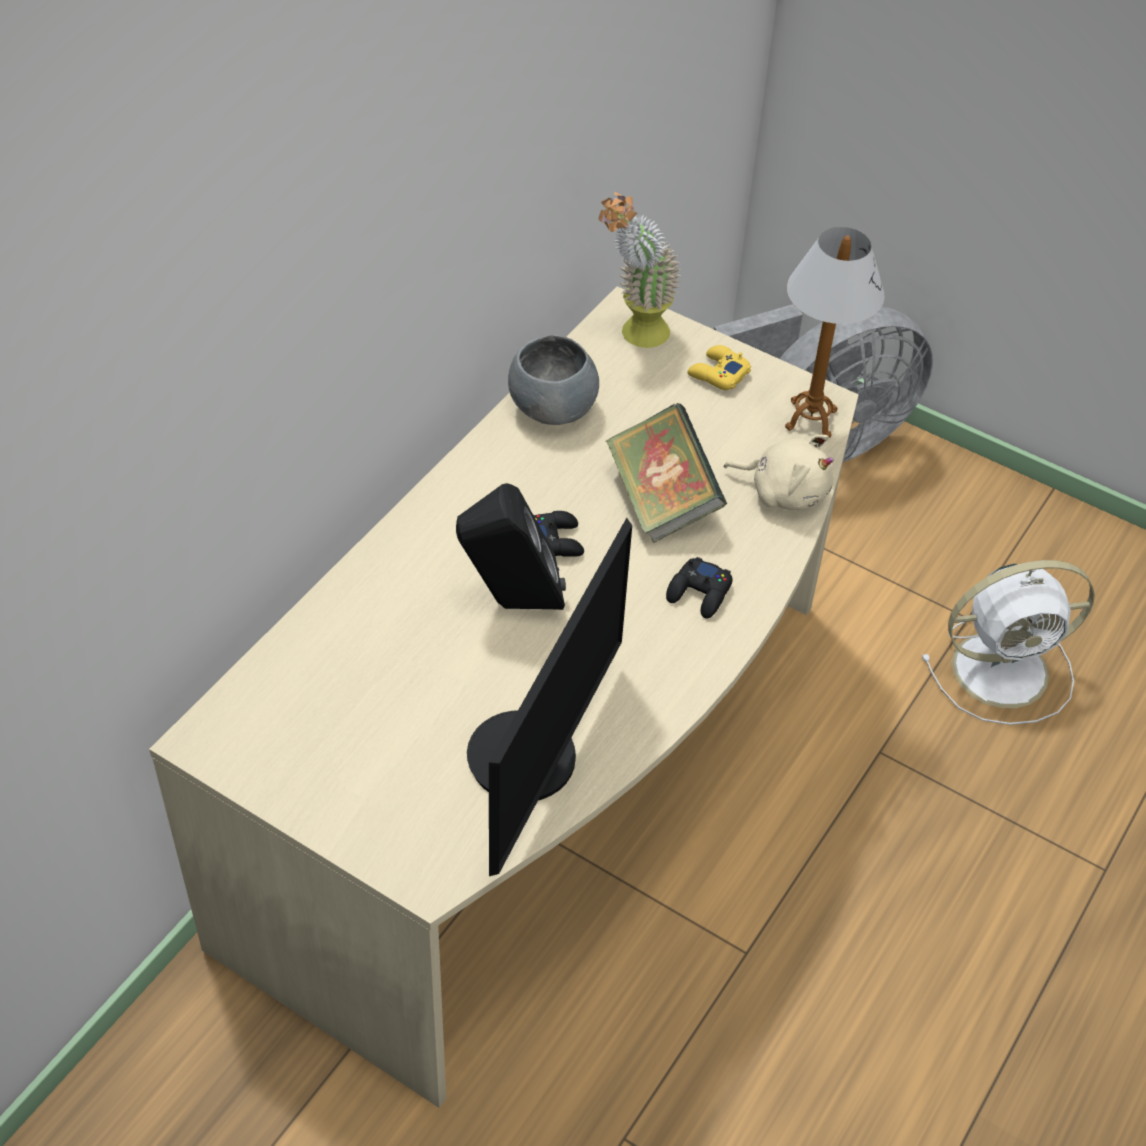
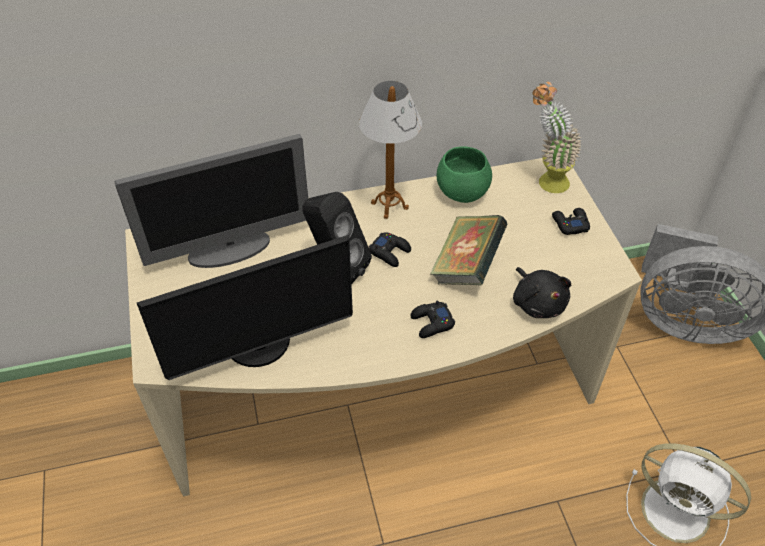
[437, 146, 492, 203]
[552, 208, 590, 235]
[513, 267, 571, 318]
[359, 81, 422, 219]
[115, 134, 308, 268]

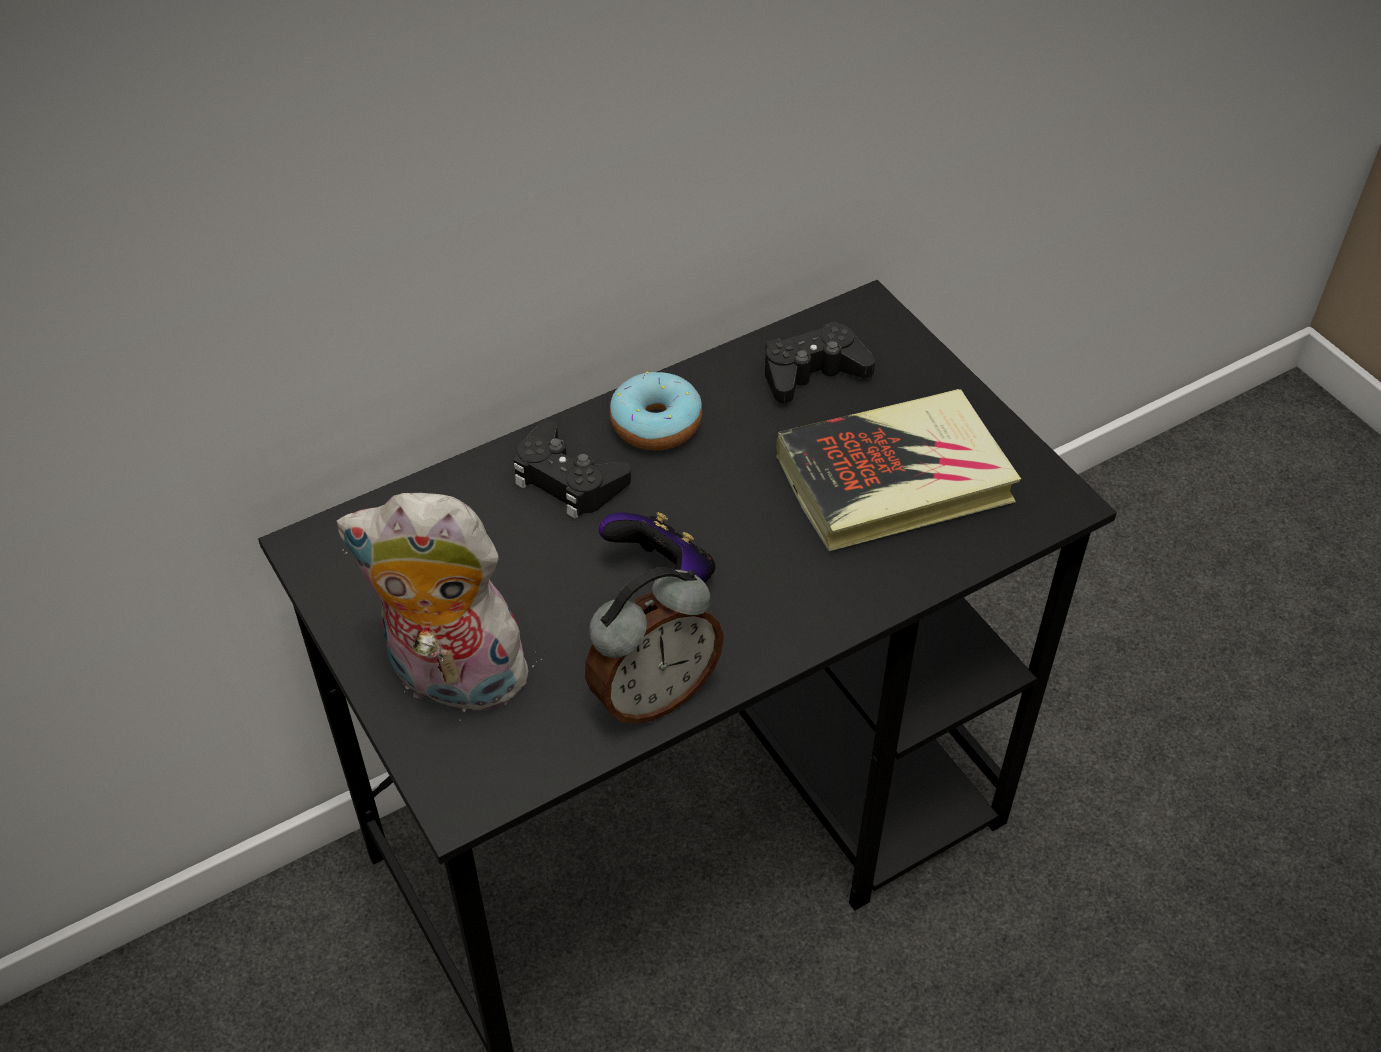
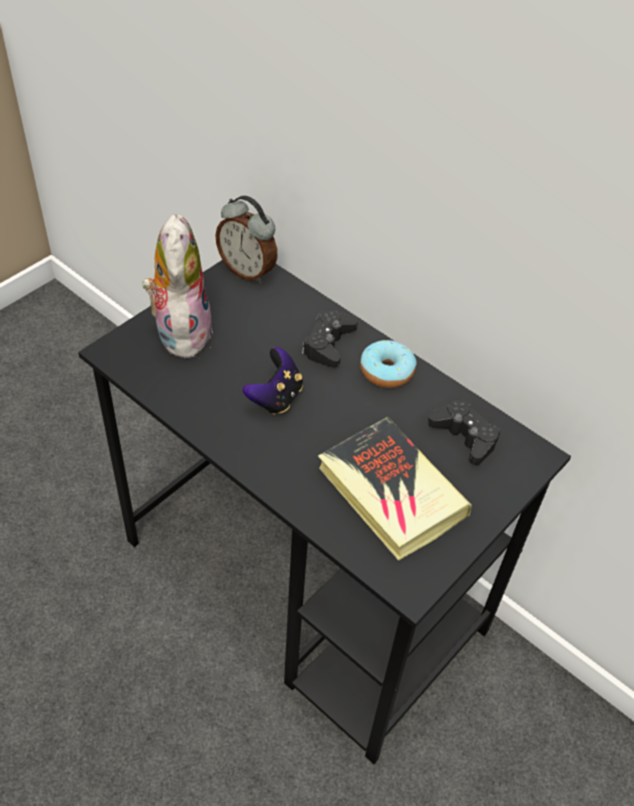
[215, 195, 278, 283]

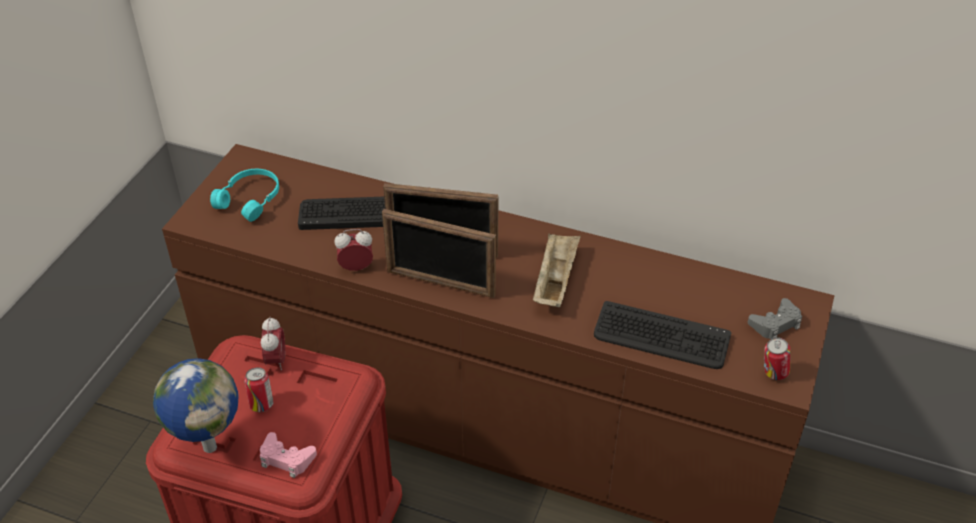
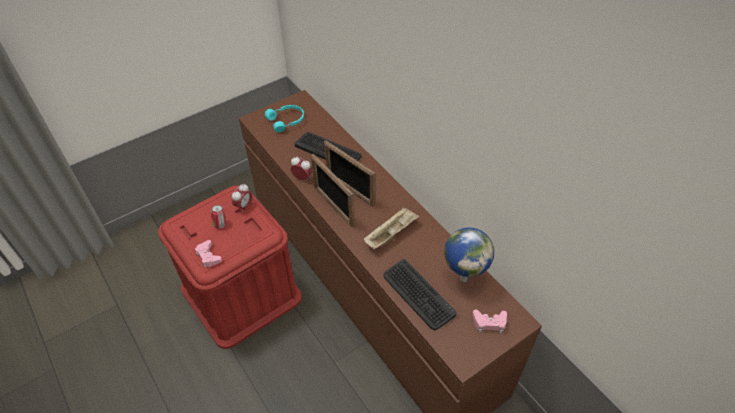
[444, 227, 494, 282]
[472, 310, 507, 333]
[764, 337, 791, 380] (first image)

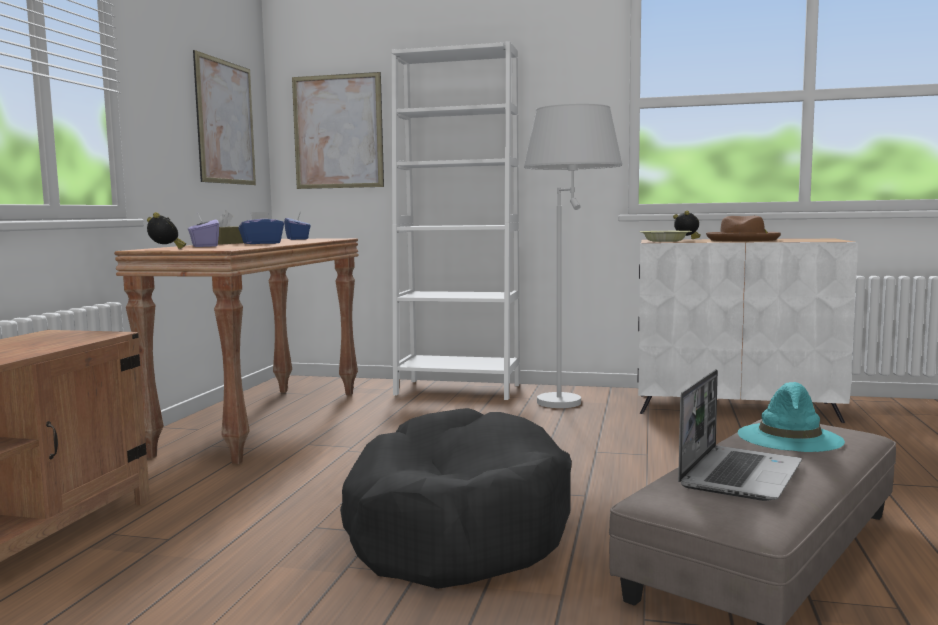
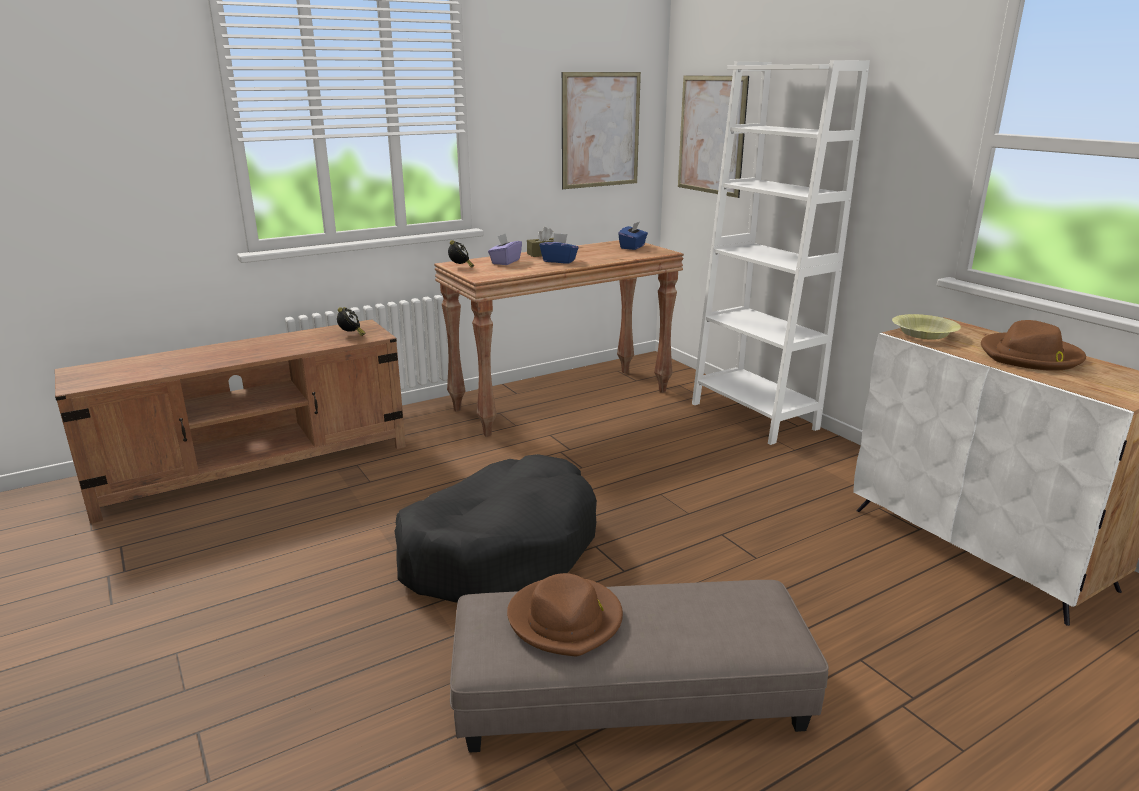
[524, 104, 622, 408] (first image)
[337, 307, 365, 336]
[507, 573, 623, 656]
[738, 382, 845, 452] (first image)

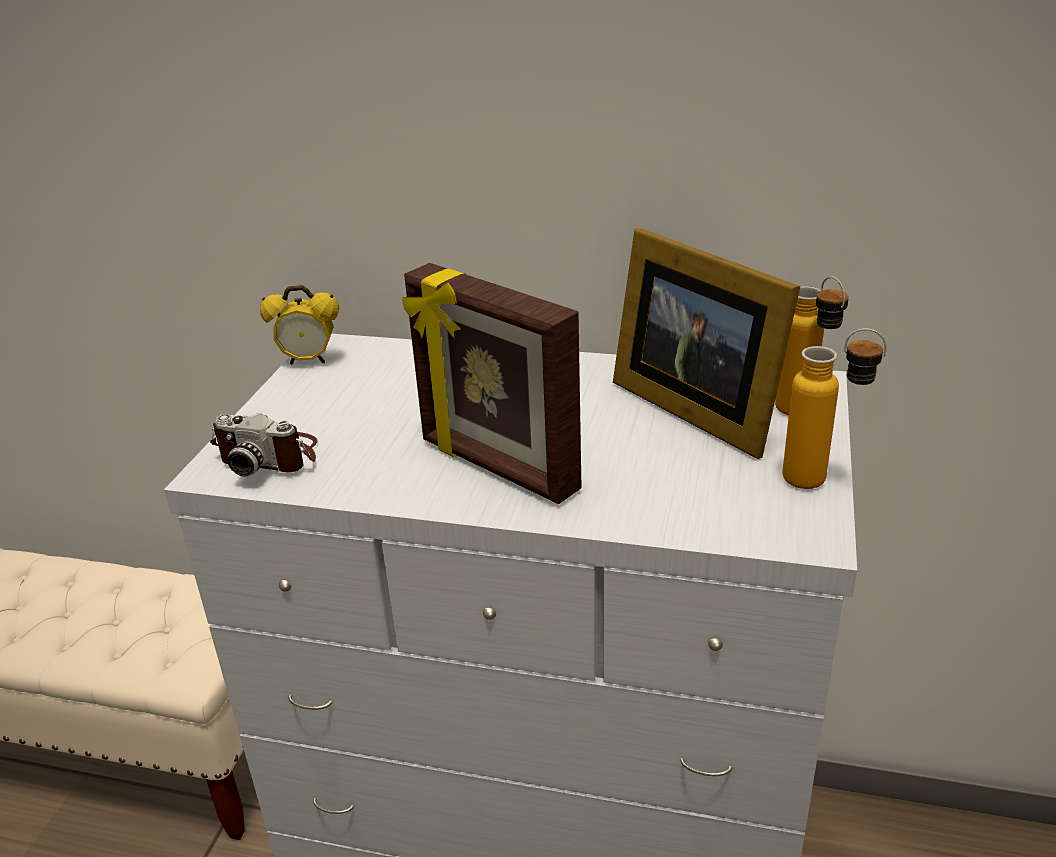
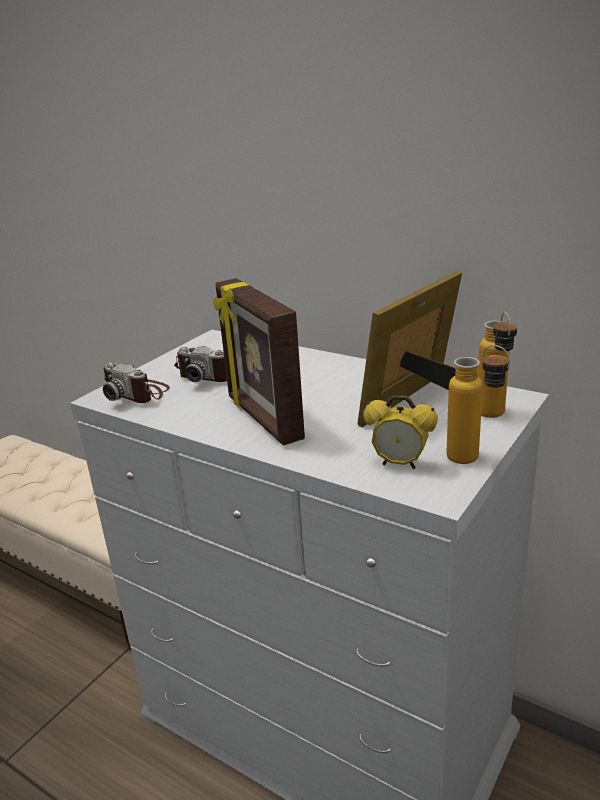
[363, 395, 438, 469]
[357, 271, 478, 427]
[174, 346, 227, 382]

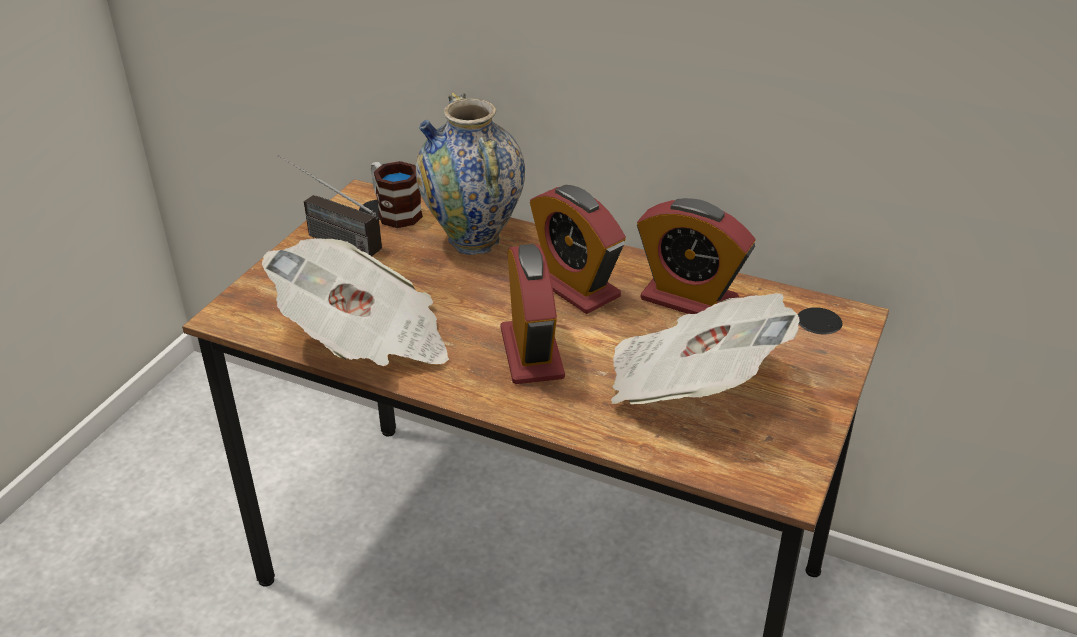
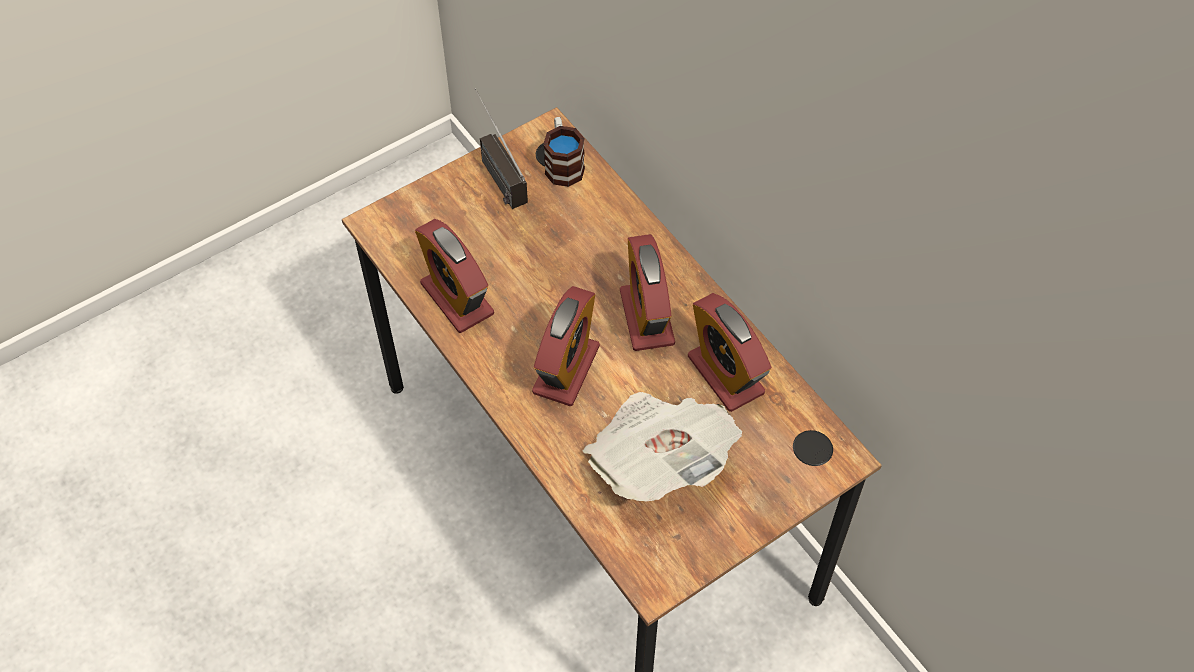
[415, 219, 494, 333]
[416, 92, 525, 255] (first image)

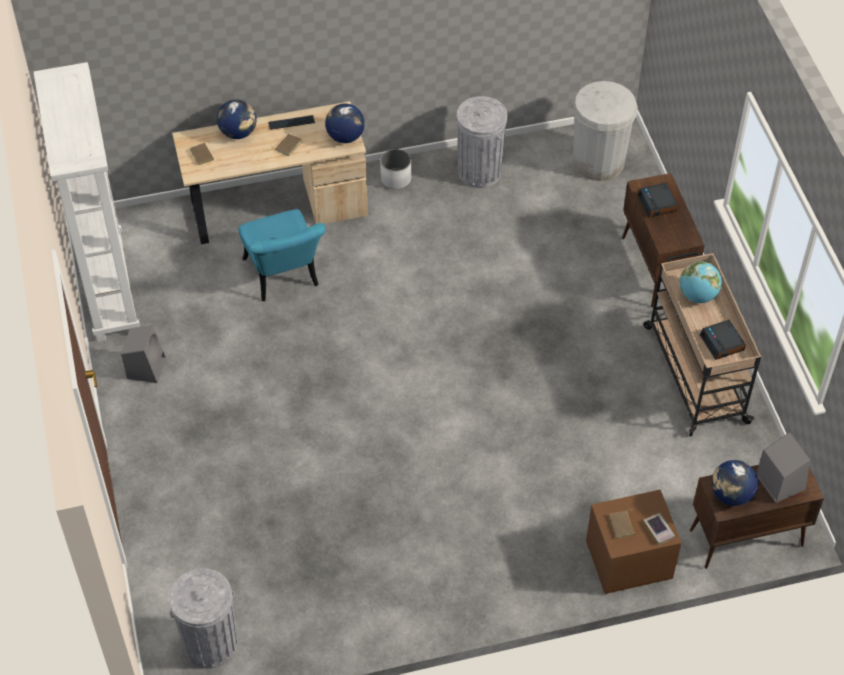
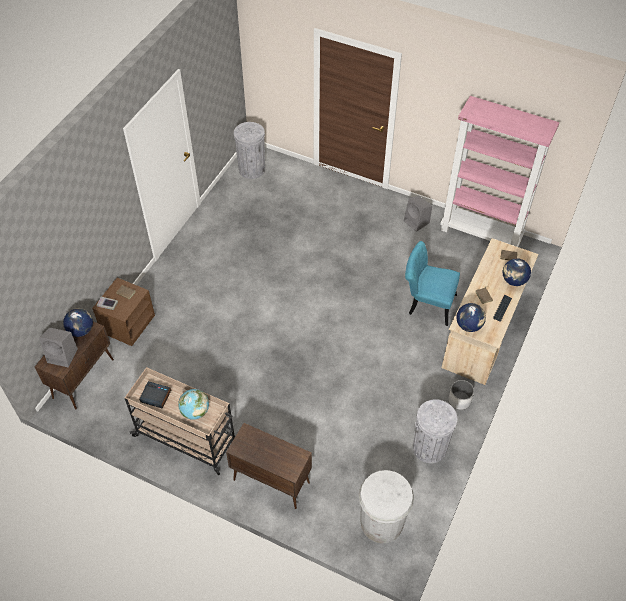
[440, 96, 559, 247]
[637, 183, 678, 218] (first image)

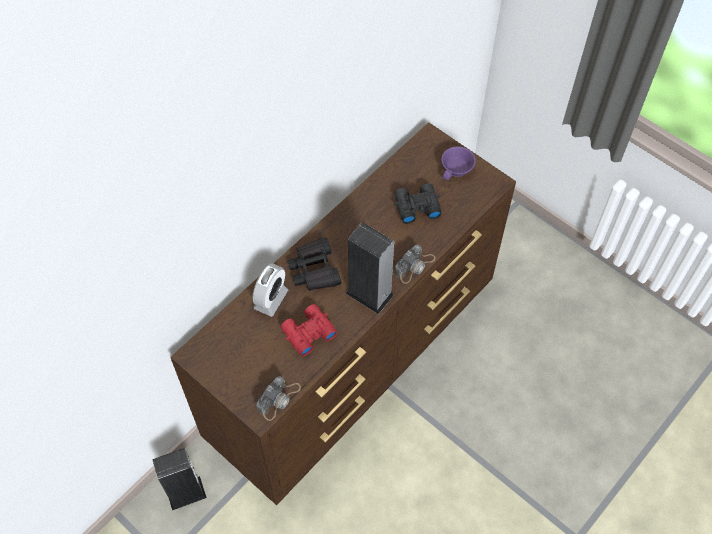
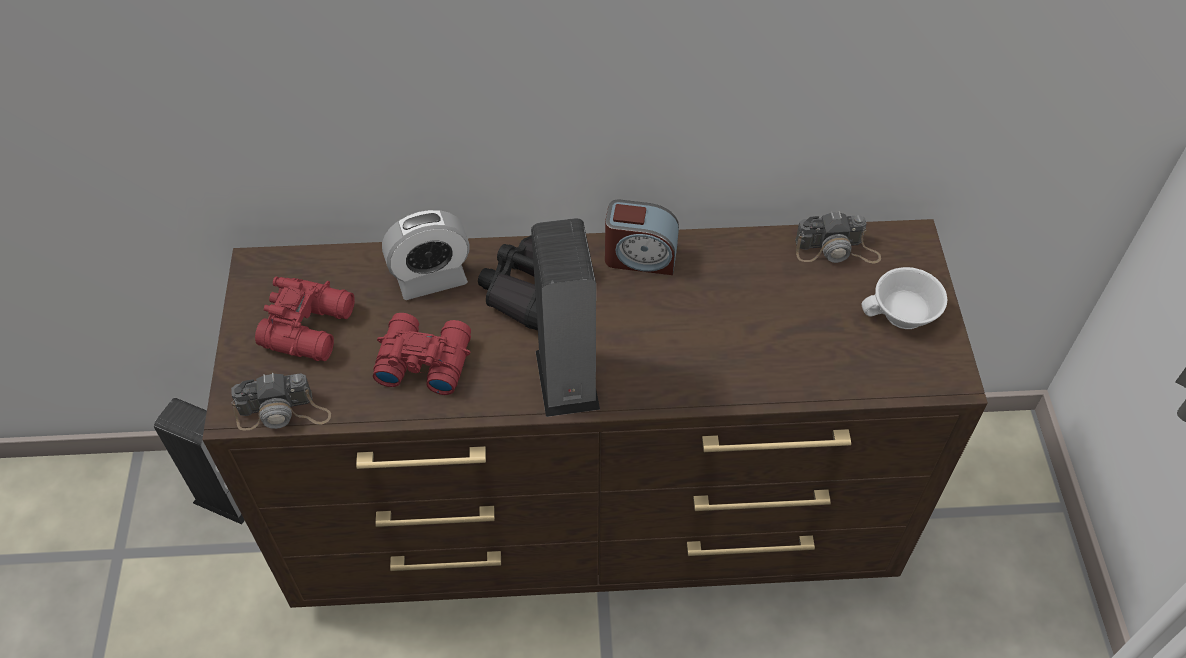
[394, 183, 441, 224] (first image)
[795, 211, 881, 264]
[861, 267, 948, 329]
[255, 277, 355, 361]
[605, 199, 679, 275]

